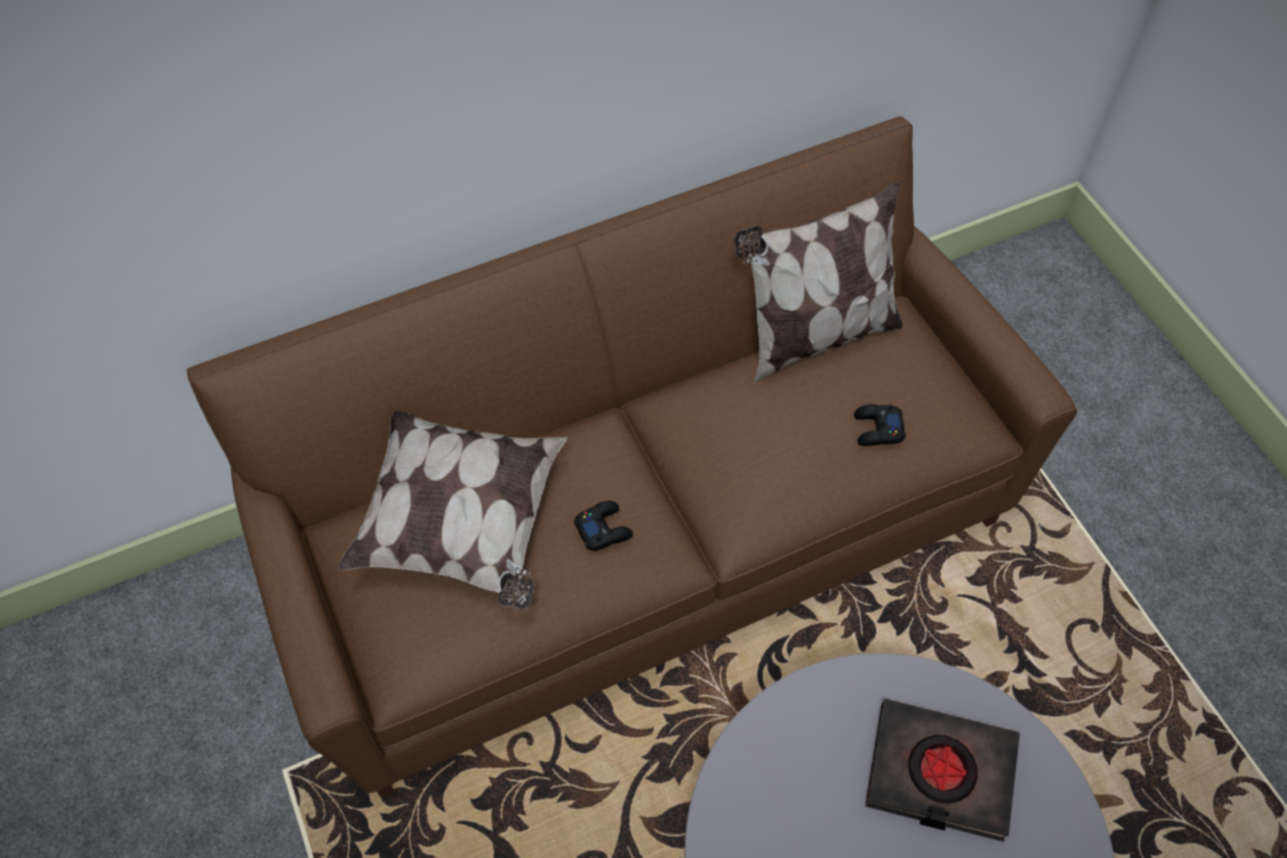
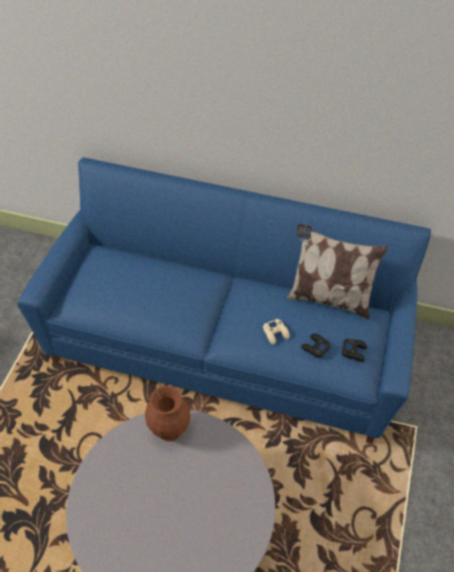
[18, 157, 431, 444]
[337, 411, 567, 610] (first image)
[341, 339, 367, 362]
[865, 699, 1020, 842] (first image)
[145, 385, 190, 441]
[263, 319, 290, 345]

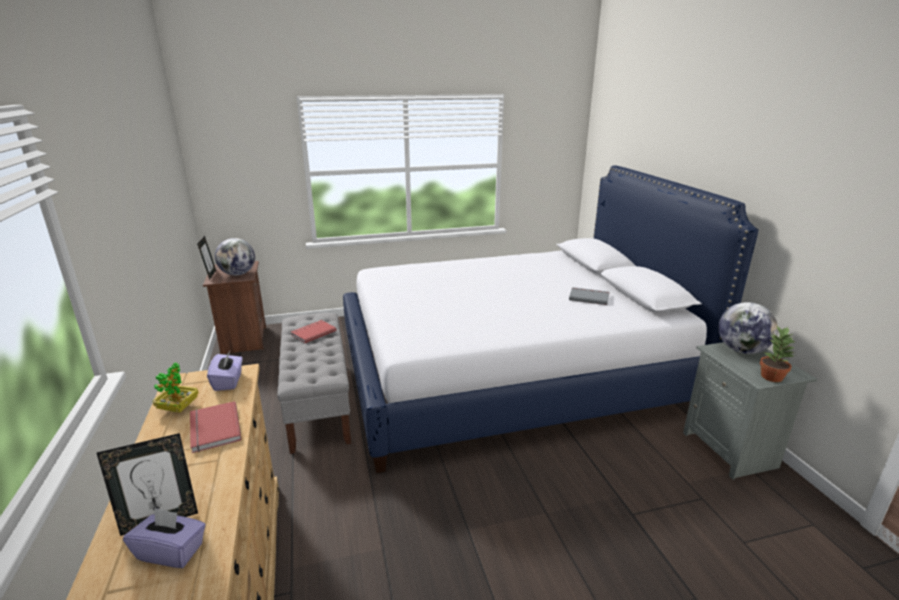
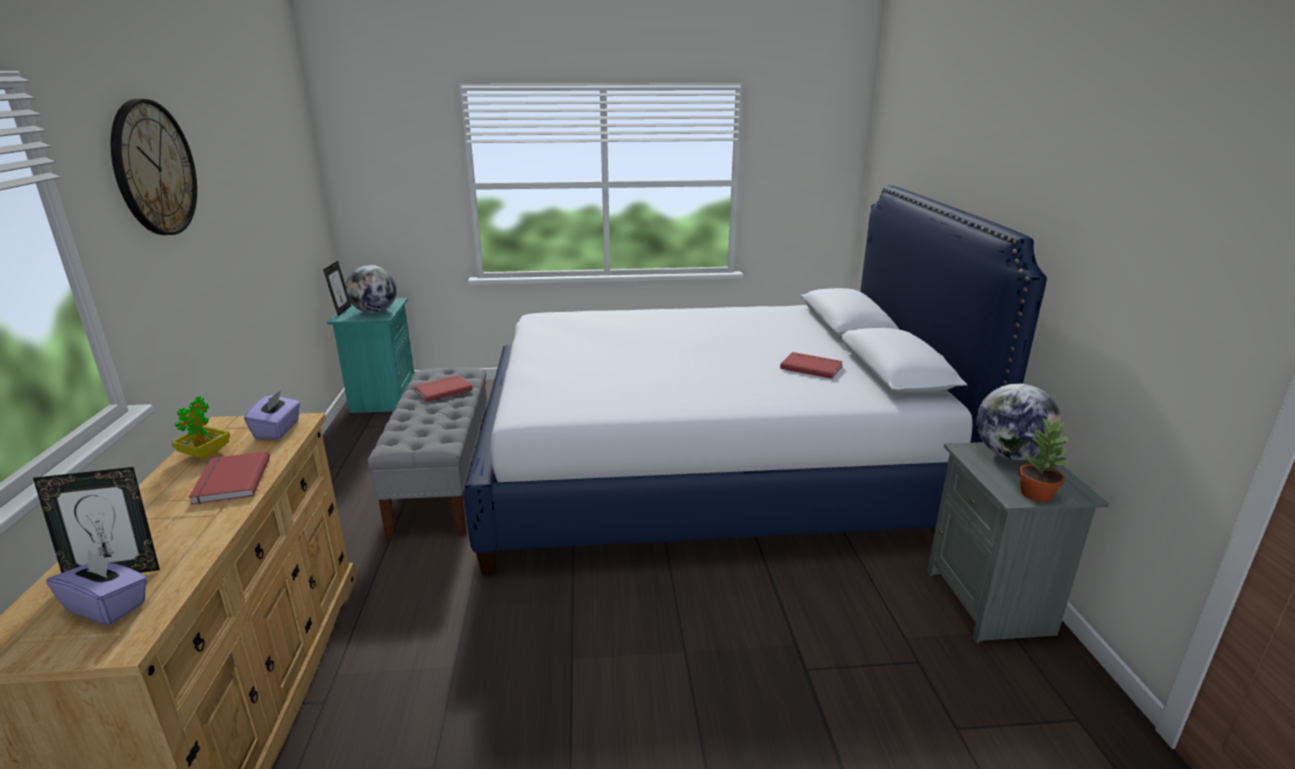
[327, 298, 414, 413]
[780, 352, 843, 379]
[111, 99, 197, 235]

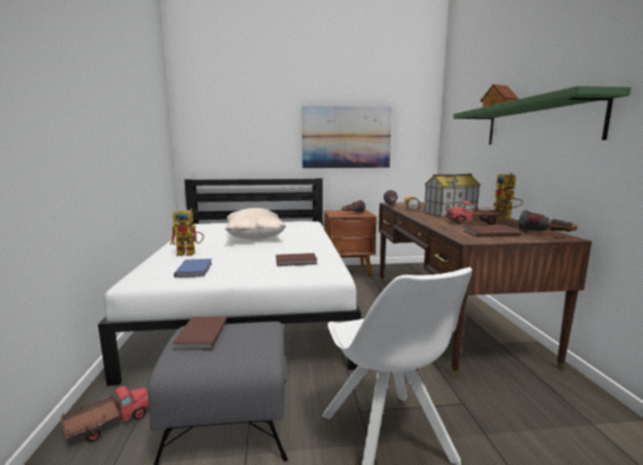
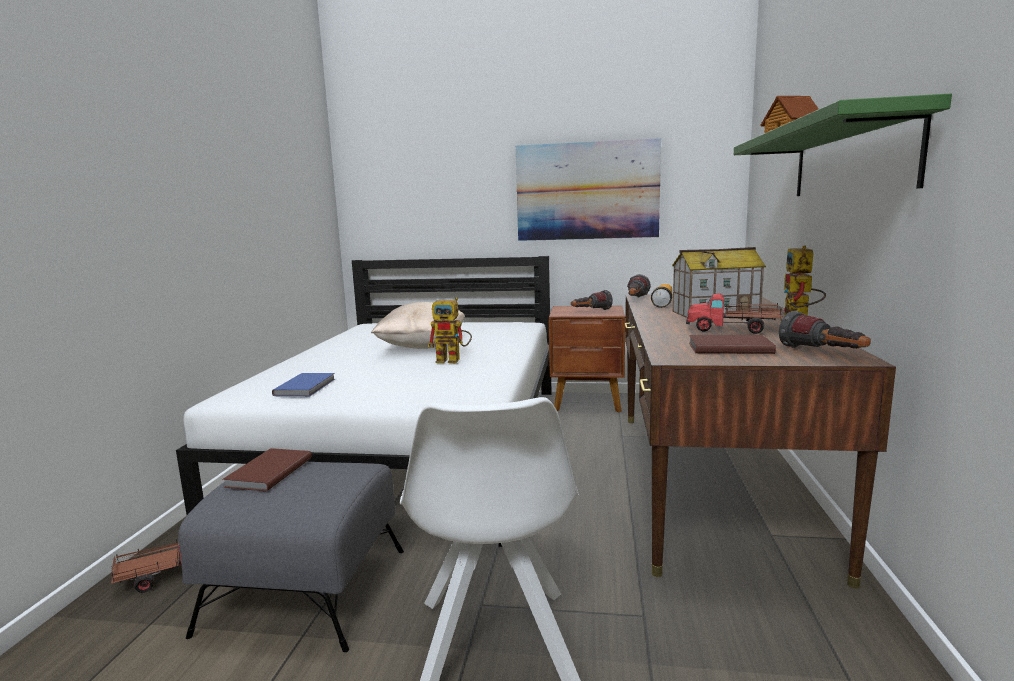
[428, 297, 472, 363]
[276, 253, 318, 266] (first image)

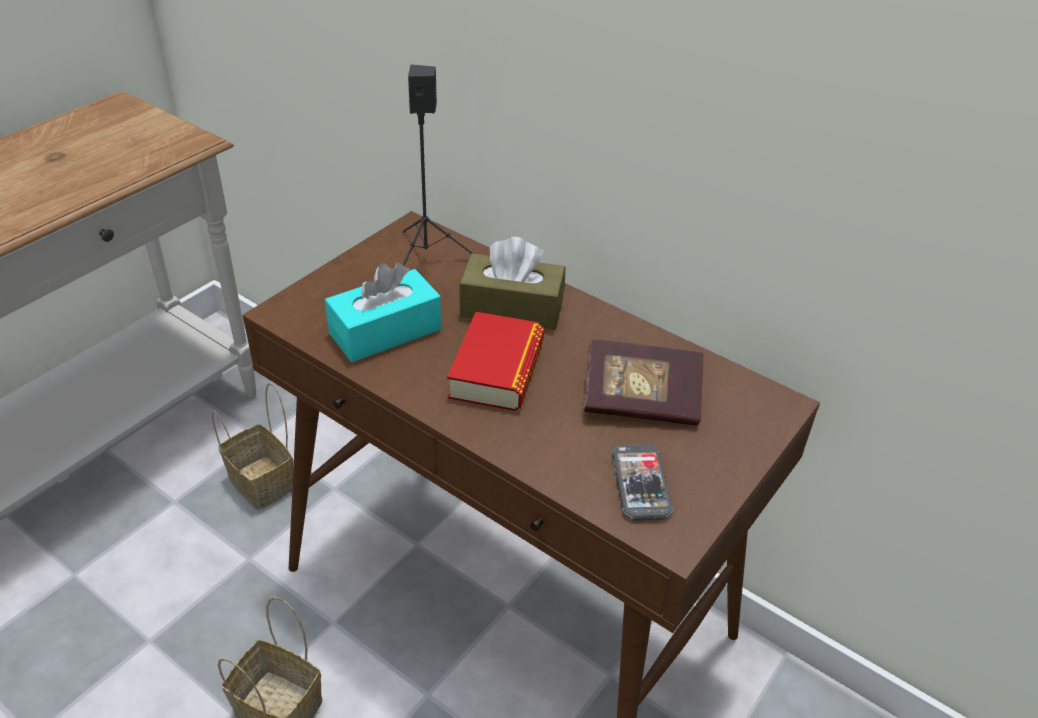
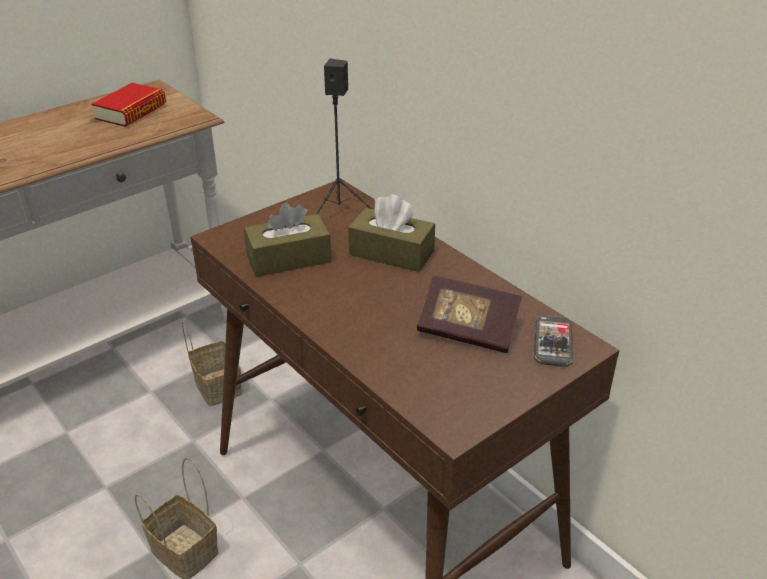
[244, 203, 331, 277]
[92, 83, 166, 127]
[534, 316, 573, 367]

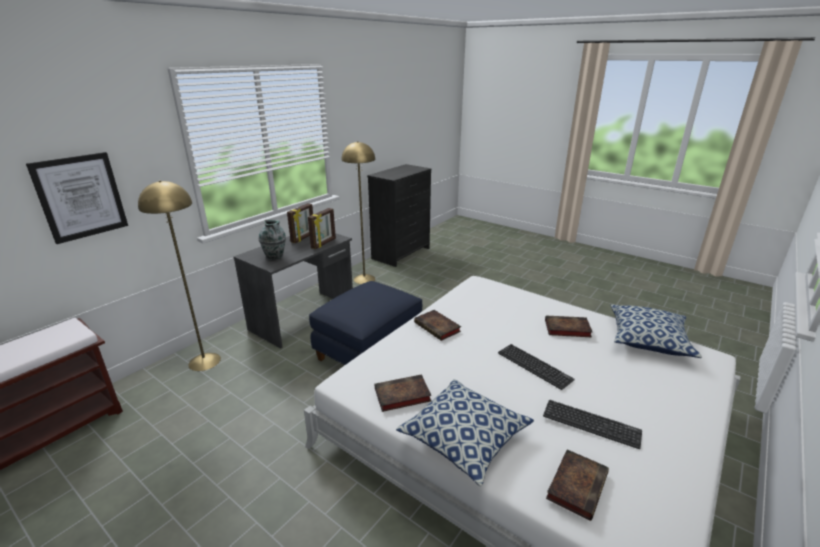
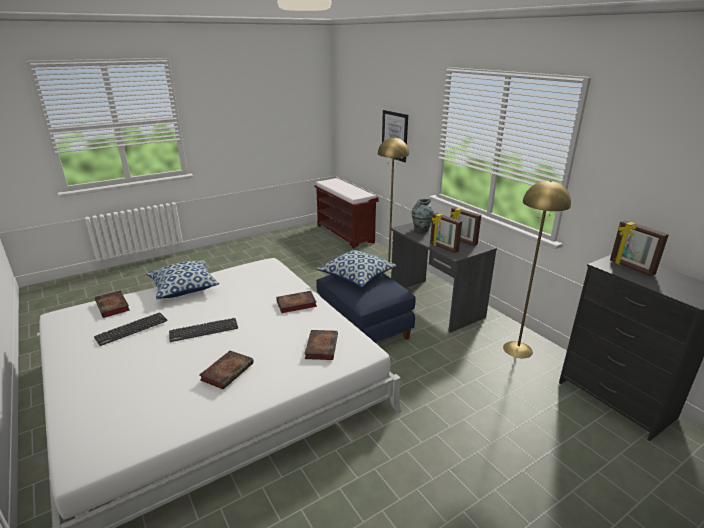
[304, 330, 338, 360]
[316, 250, 397, 287]
[610, 220, 669, 276]

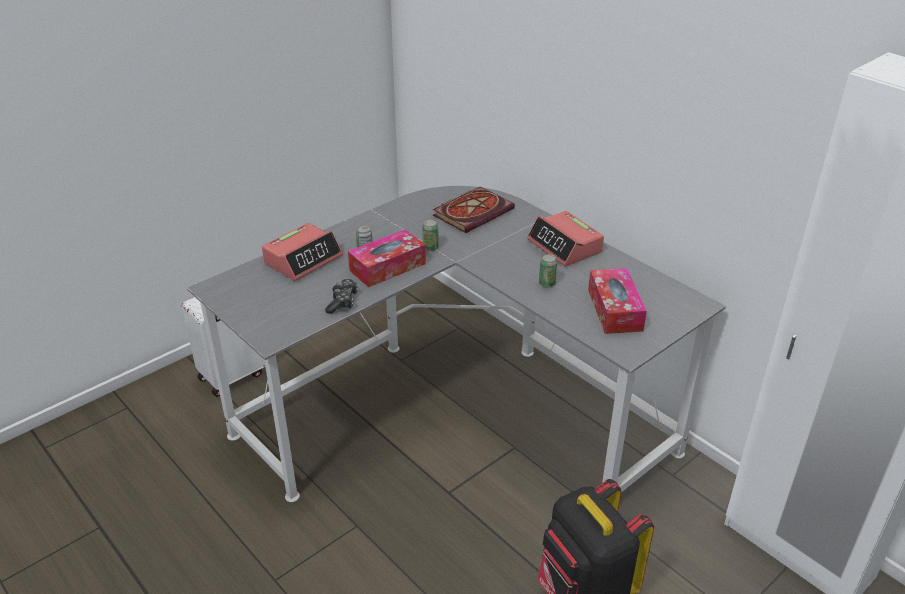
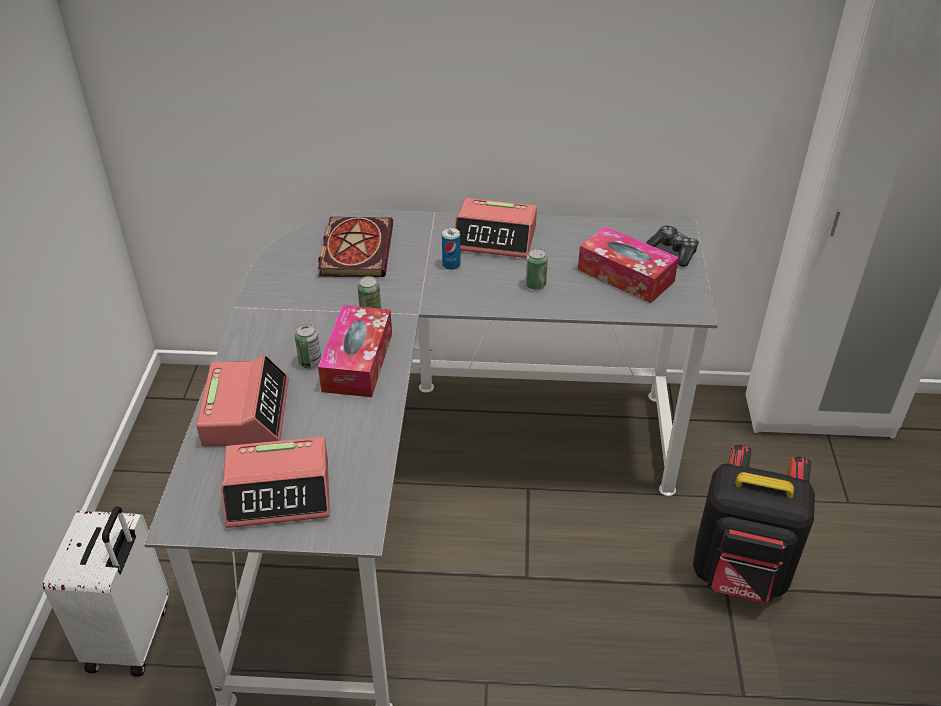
[646, 225, 699, 267]
[221, 437, 330, 528]
[442, 228, 460, 270]

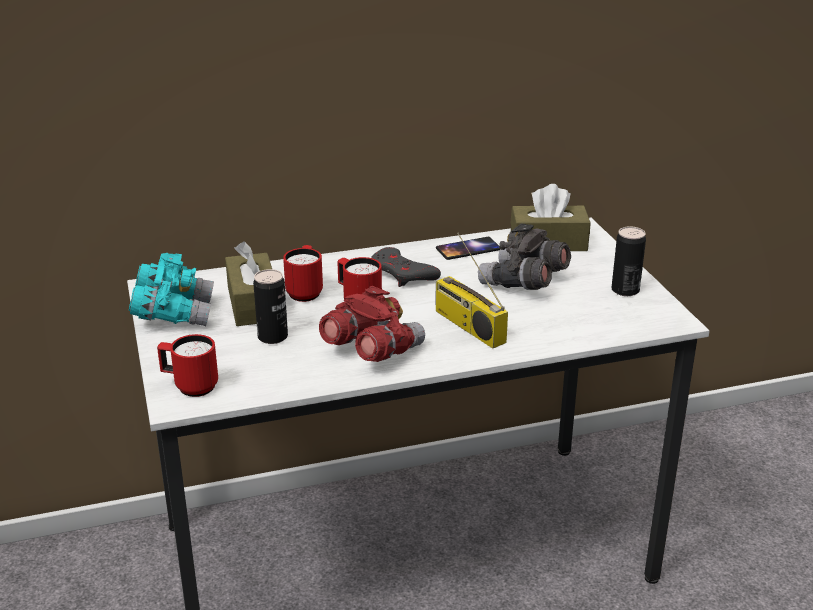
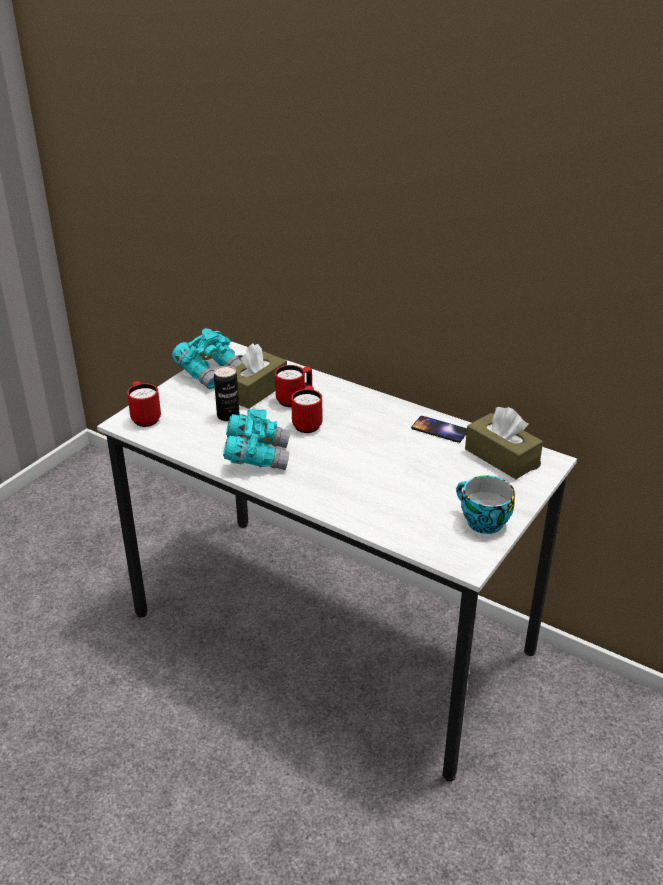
[223, 409, 290, 470]
[371, 247, 441, 287] (first image)
[435, 233, 508, 349] (first image)
[478, 224, 571, 290] (first image)
[456, 475, 515, 534]

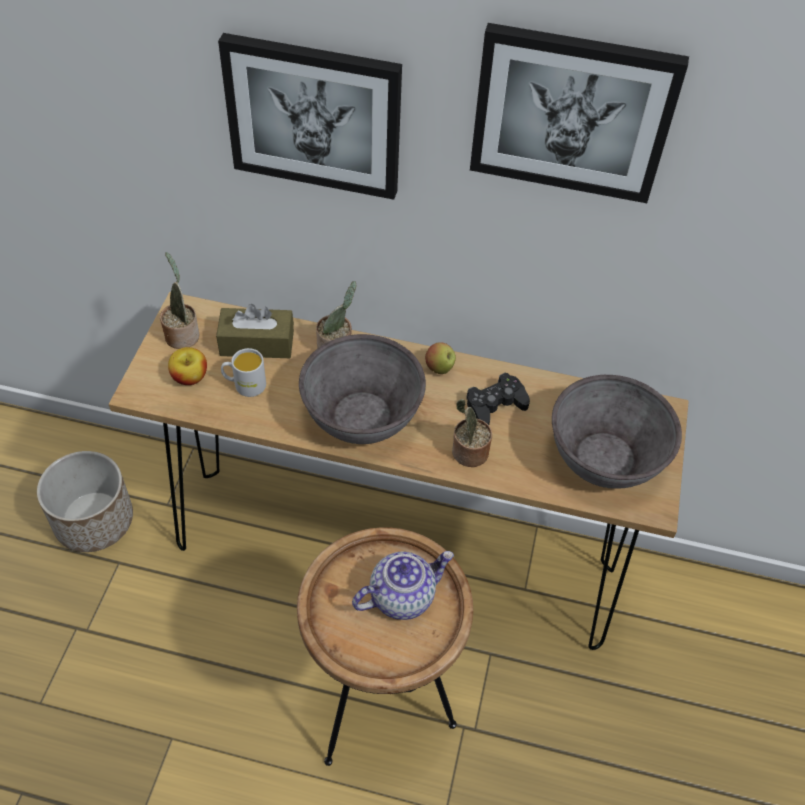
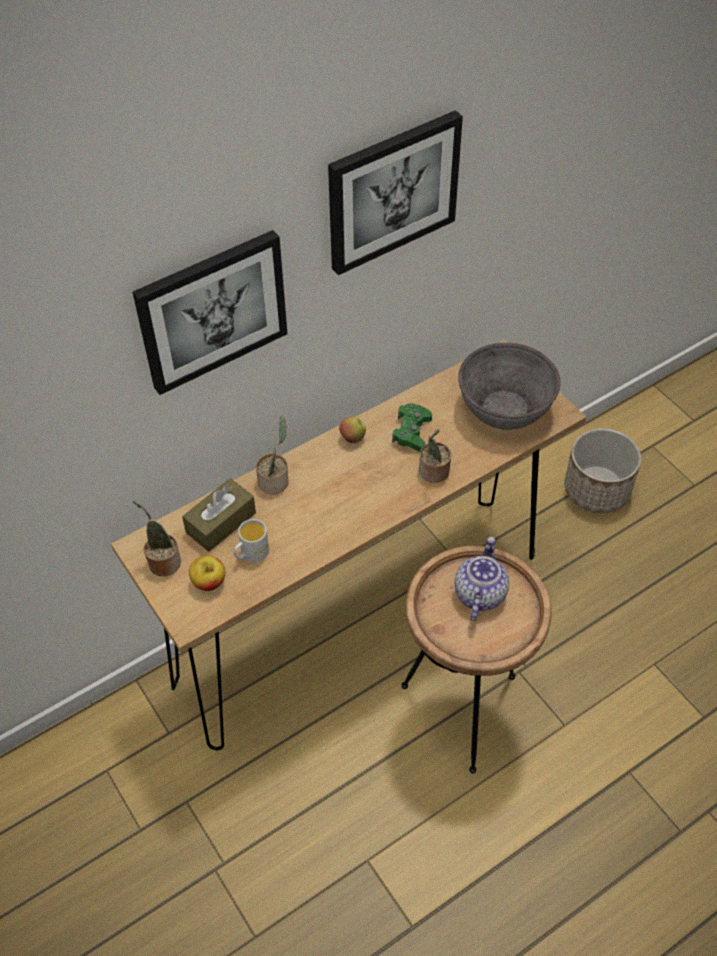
[564, 428, 641, 513]
[299, 334, 426, 444] (first image)
[392, 403, 432, 452]

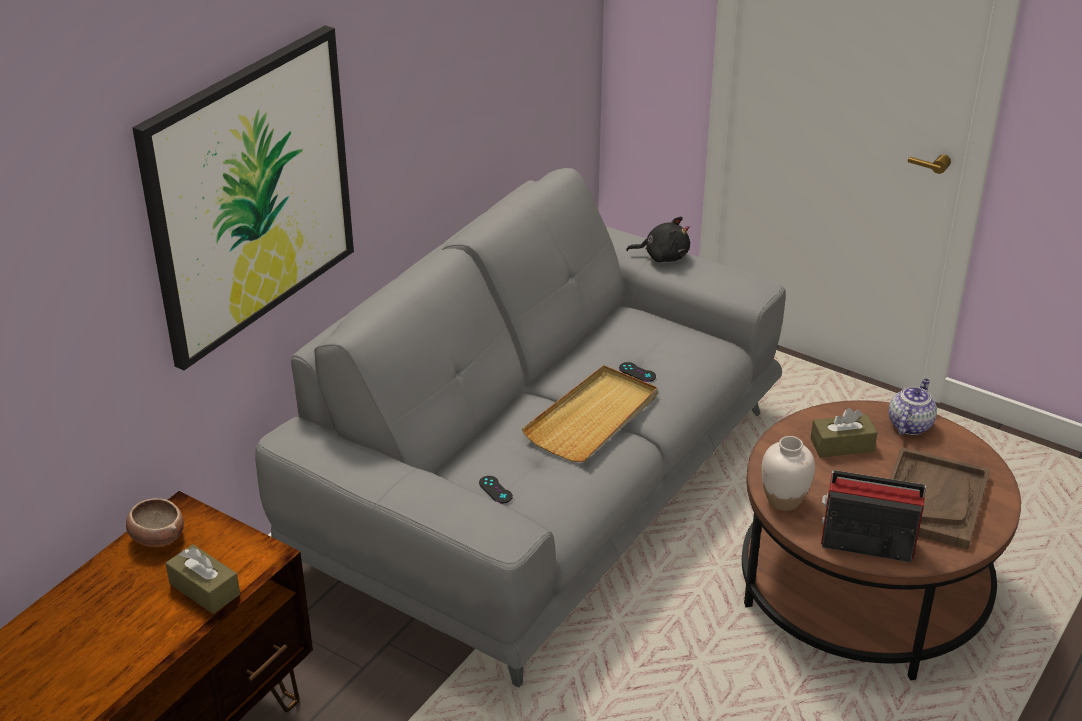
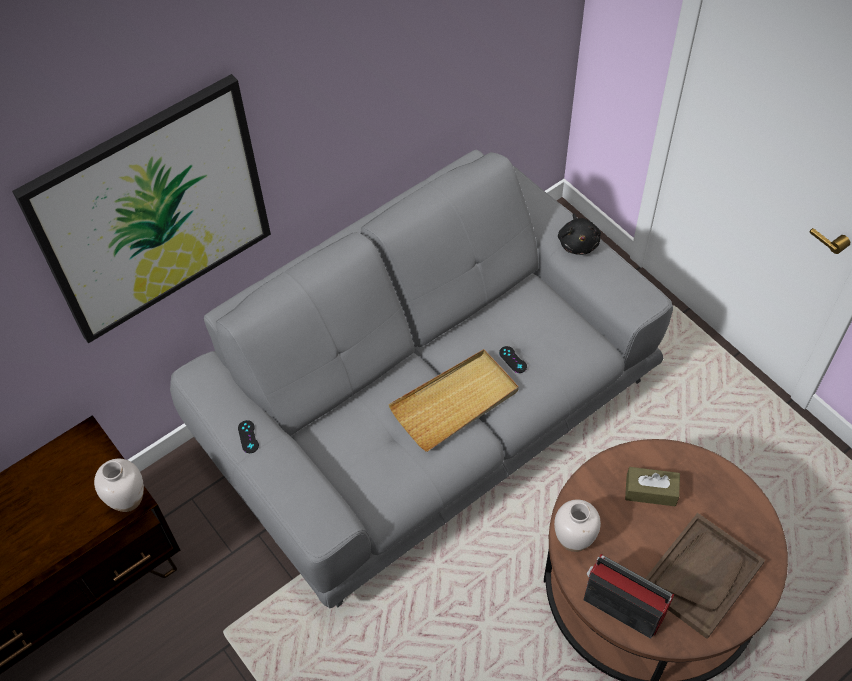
[126, 498, 184, 547] (first image)
[165, 544, 240, 614] (first image)
[238, 420, 259, 453]
[558, 213, 601, 255]
[889, 378, 937, 435] (first image)
[94, 458, 144, 512]

